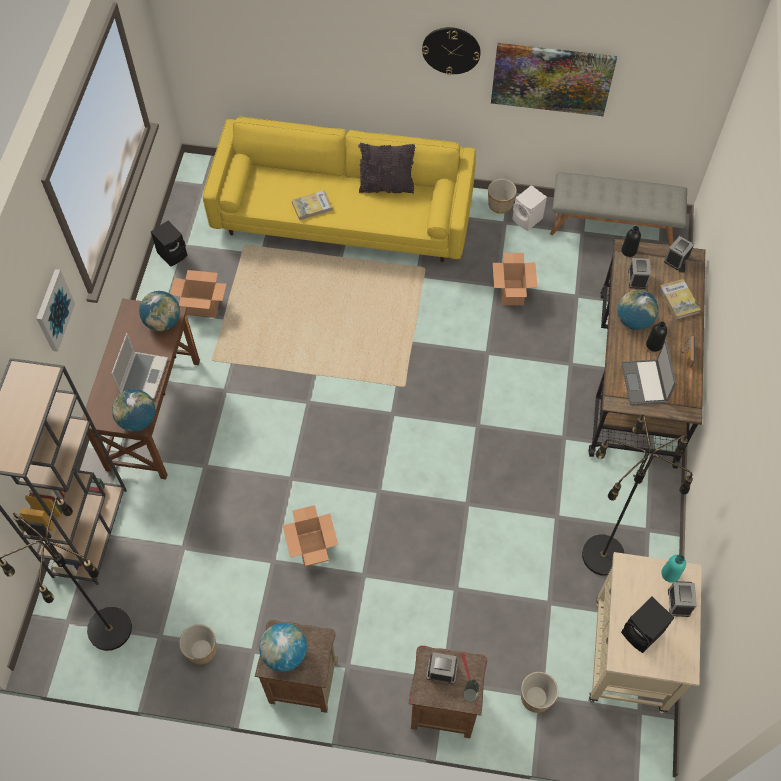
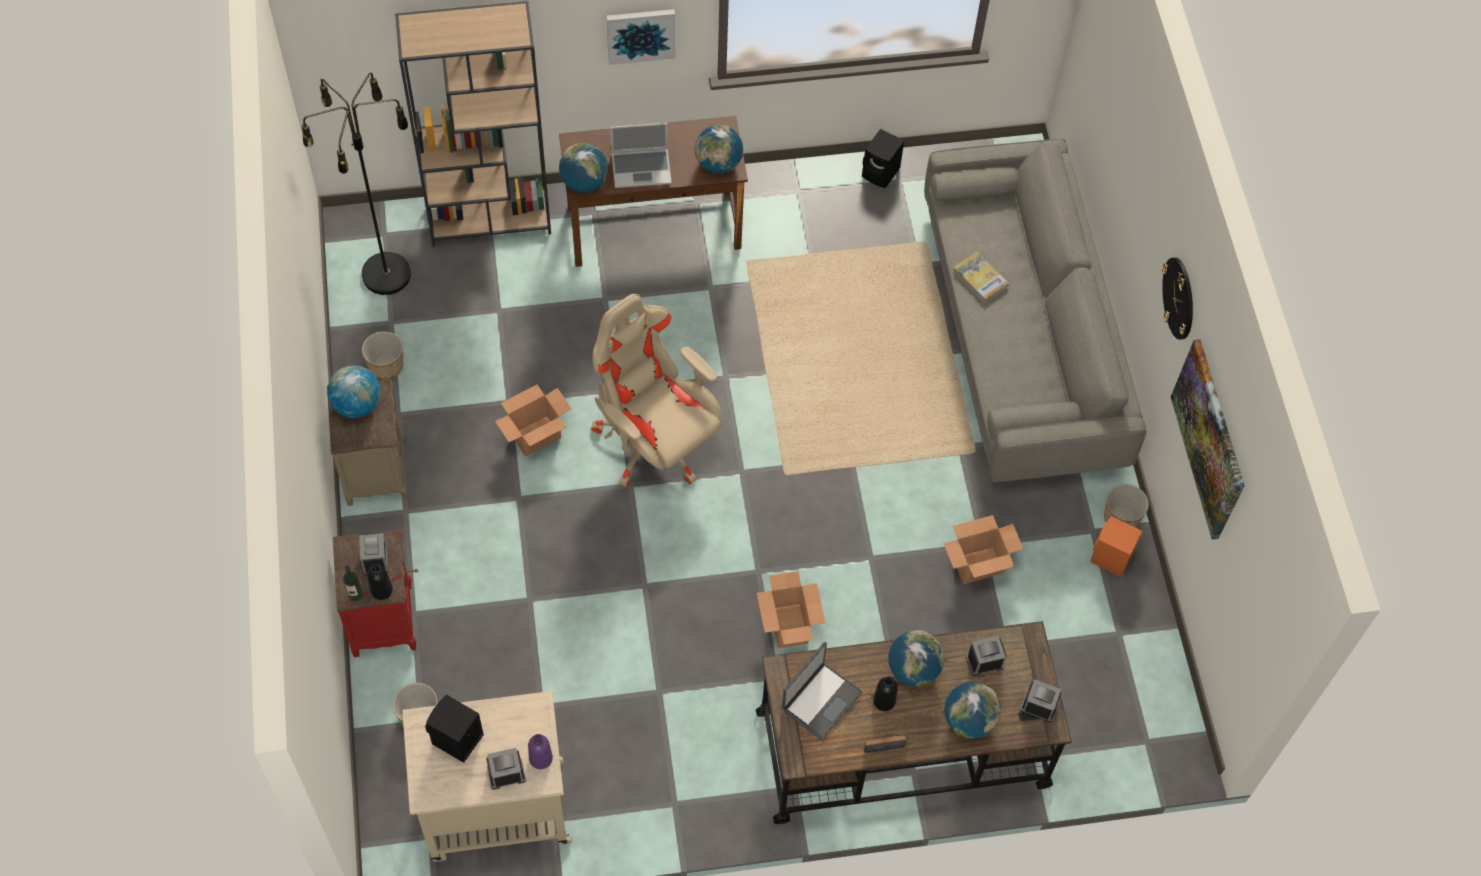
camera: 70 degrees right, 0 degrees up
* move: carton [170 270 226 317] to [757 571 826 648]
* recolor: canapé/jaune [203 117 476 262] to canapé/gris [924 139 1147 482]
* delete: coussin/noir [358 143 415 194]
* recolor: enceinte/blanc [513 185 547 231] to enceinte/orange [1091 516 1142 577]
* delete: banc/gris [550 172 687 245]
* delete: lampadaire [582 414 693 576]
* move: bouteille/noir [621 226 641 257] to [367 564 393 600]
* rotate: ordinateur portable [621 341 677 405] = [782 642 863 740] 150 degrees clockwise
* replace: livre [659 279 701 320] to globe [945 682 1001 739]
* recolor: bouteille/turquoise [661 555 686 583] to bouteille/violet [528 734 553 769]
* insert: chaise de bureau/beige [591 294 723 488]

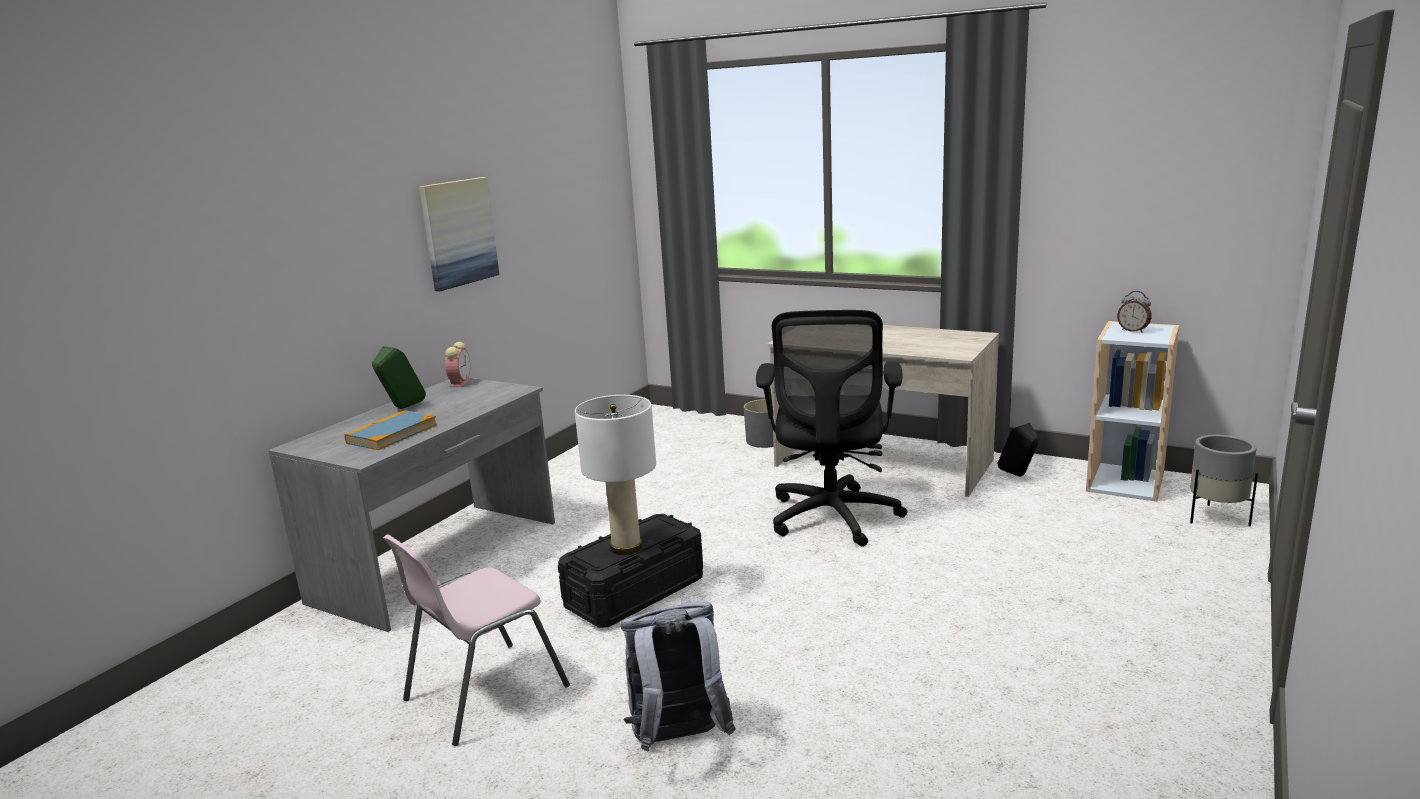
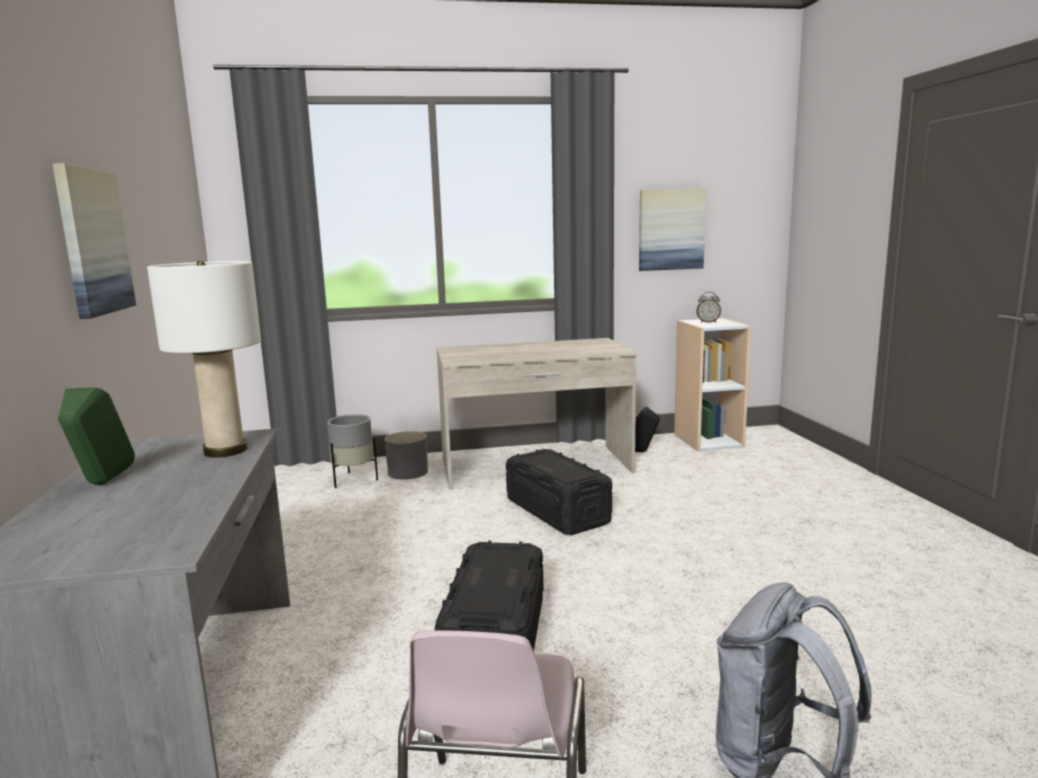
camera: 40 degrees left, 5 degrees down
* delete: livre [344 410 437 450]
* delete: réveil [445 342 471 387]
* move: lampe de table/blanc [575 395 656 555] to [147 261 261 457]
* replace: chaise de bureau/noir [756 310 907 546] to boîte de rangement/noir [506 449 612 535]
* move: cache-pot/gris [1190 434 1258 526] to [327 414 378 488]
* insert: tableau [639 189 706 271]

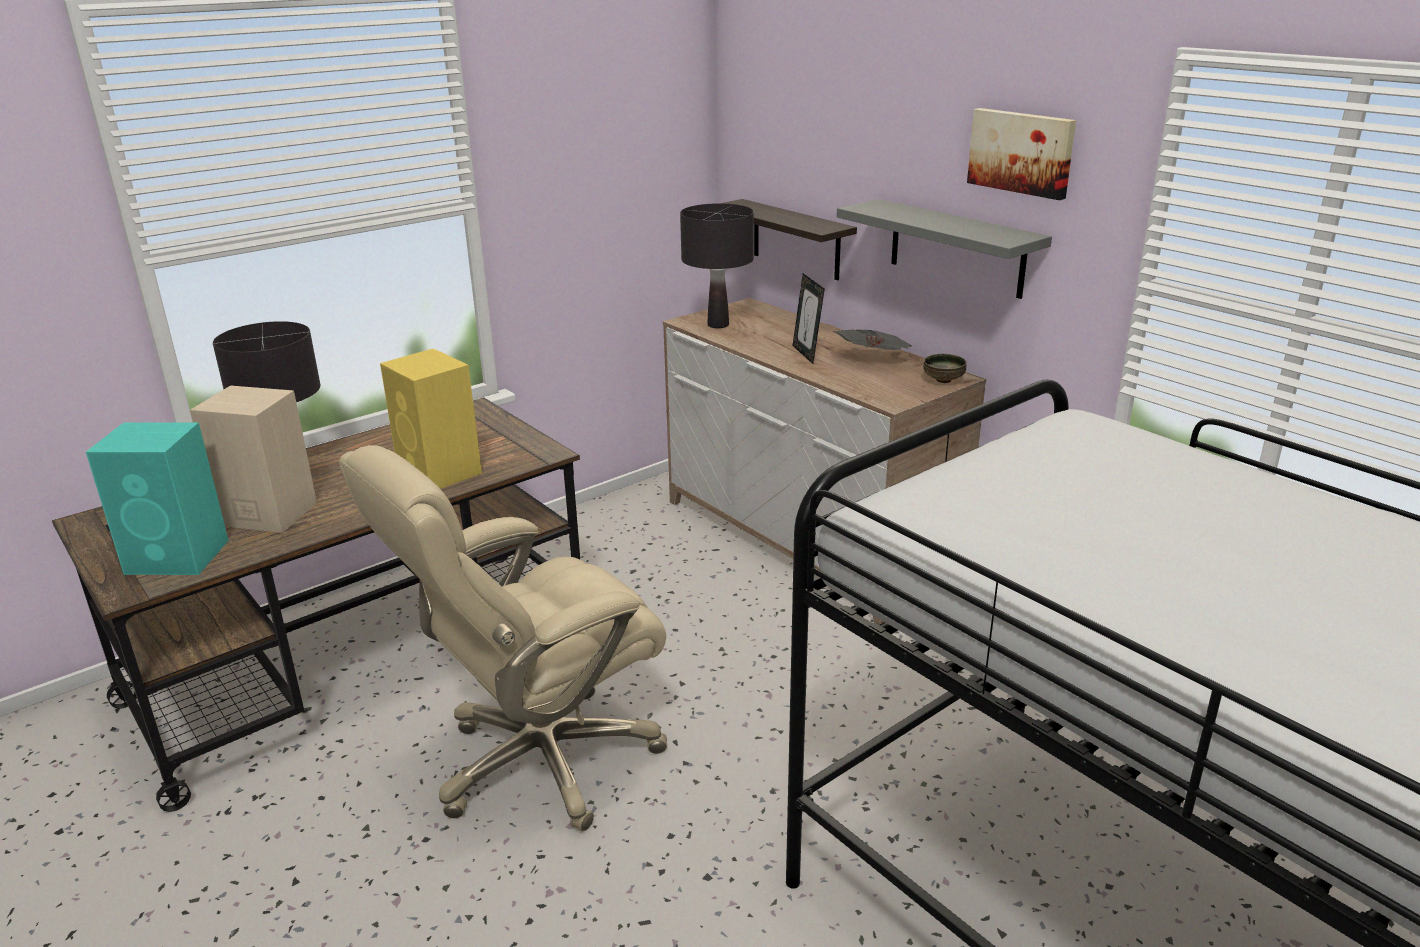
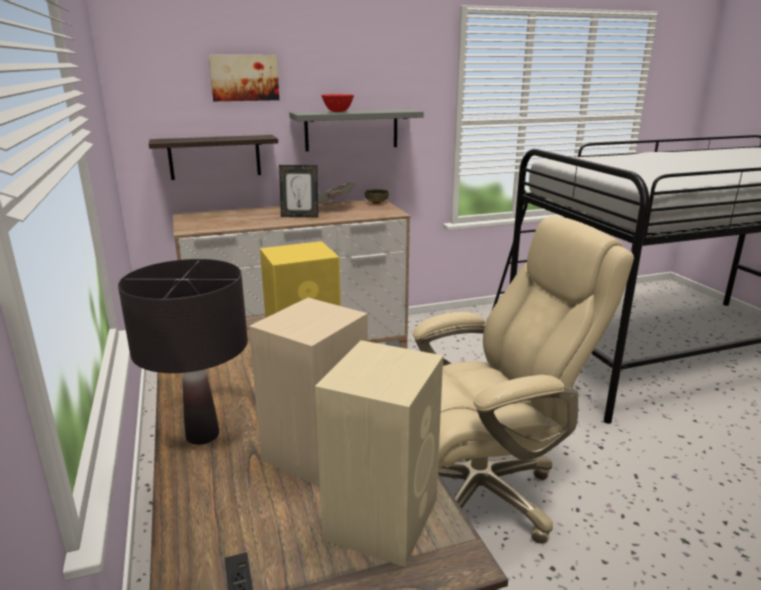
camera: 70 degrees left, 5 degrees down
* recolor: enceinte/turquoise [86 422 229 575] to enceinte/beige [315 340 443 567]
* rotate: chaise de bureau/beige [339 445 667 831] = [413 216 634 544] 90 degrees counterclockwise
* delete: lampe de table/noir [680 203 754 328]
* move: tableau [967 108 1076 200] to [209 55 279 101]
* insert: bol/rouge [321 94 354 112]

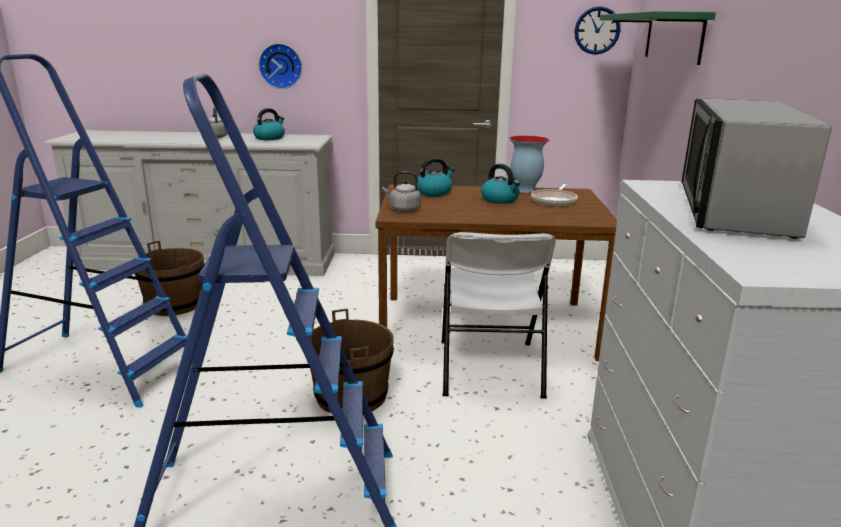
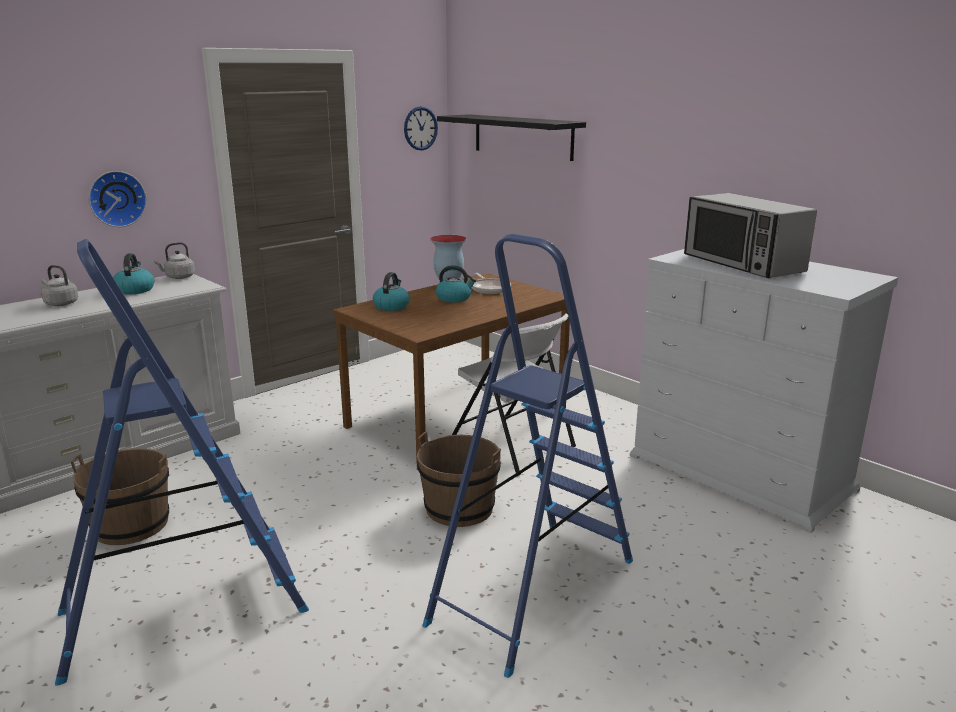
camera: 45 degrees left, 0 degrees up
* move: bouilloire/gris [382 171 421 212] to [154 242 195 279]
* recolor: étagère/vert [600 11 716 65] to étagère/noir [437 114 586 161]

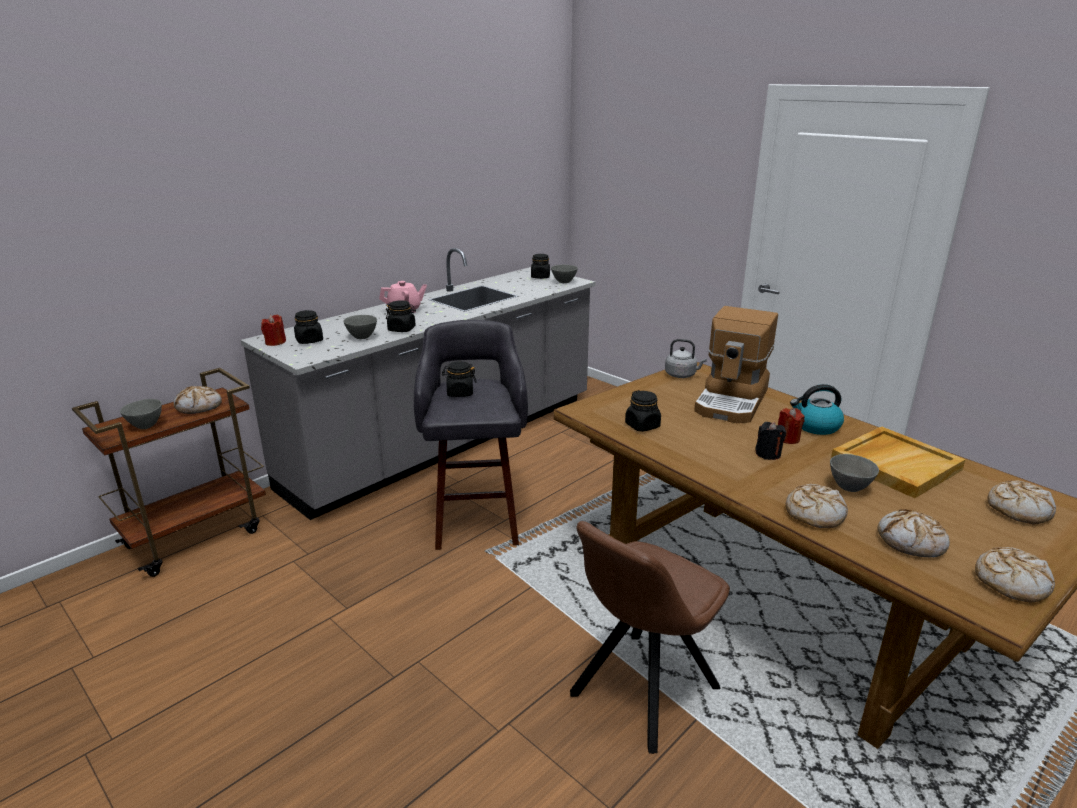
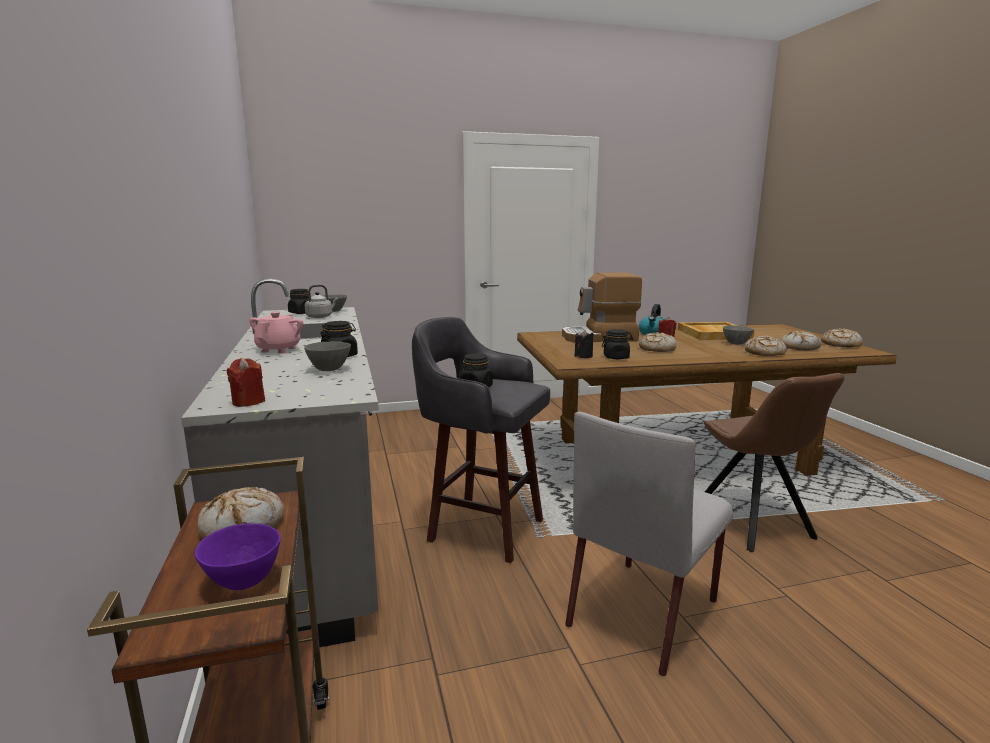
camera: 60 degrees left, 10 degrees down
* recolor: bol/gris [120 399 162 429] to bol/violet [195 523 281 590]
* delete: bocal/noir [294 310 323 344]
* move: bouilloire/gris [665 339 707 378] to [305 285 338 318]
* rotate: machine à café [694 306 778 423] = [562 273 642 342] 120 degrees clockwise
* move: bougie/noir [755 422 786 460] to [575 330 594 358]
* move: pain [987 480 1056 524] to [639 332 676 352]
* insert: chaise/gris [565 412 733 676]

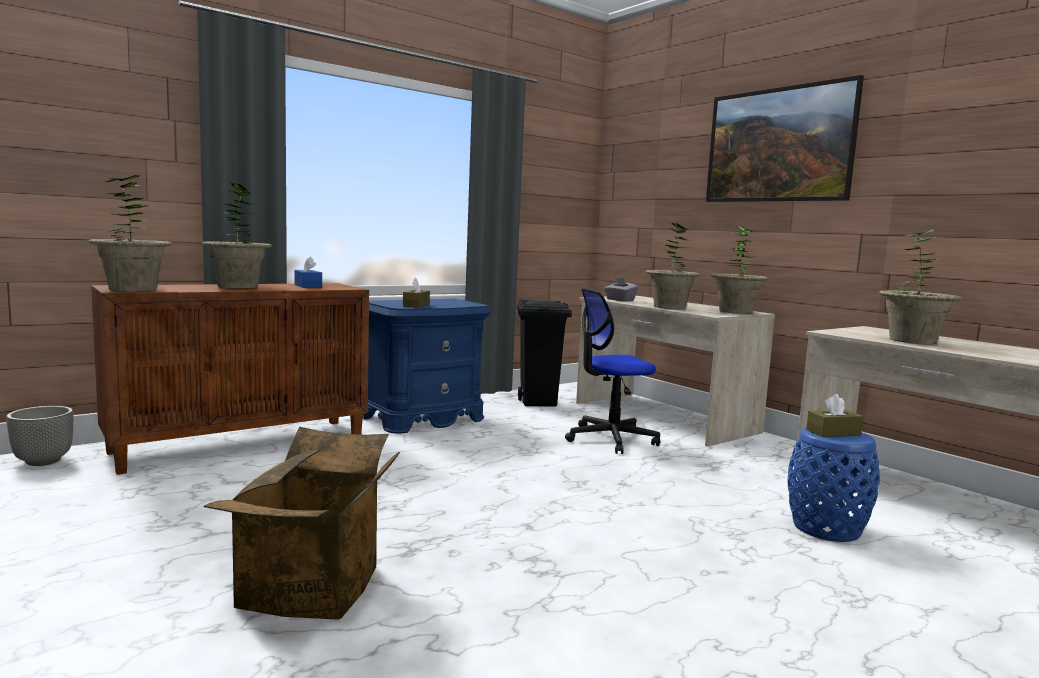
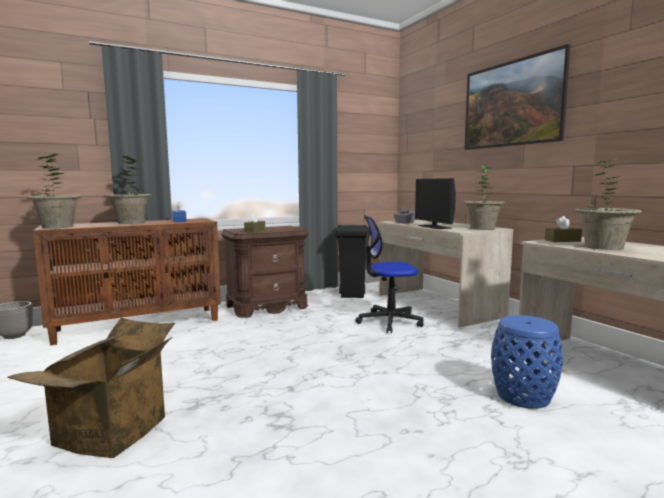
camera: 10 degrees right, 0 degrees up
* recolor: table de chevet/bleu [363 299 491 434] to table de chevet/marron [221 226 309 318]
* replace: plante en pot [645 223 700 310] to écran d'ordinateur [415 178 456 229]
* move: boîte à mouchoirs/marron [806 394 864 437] to [545 216 582 242]

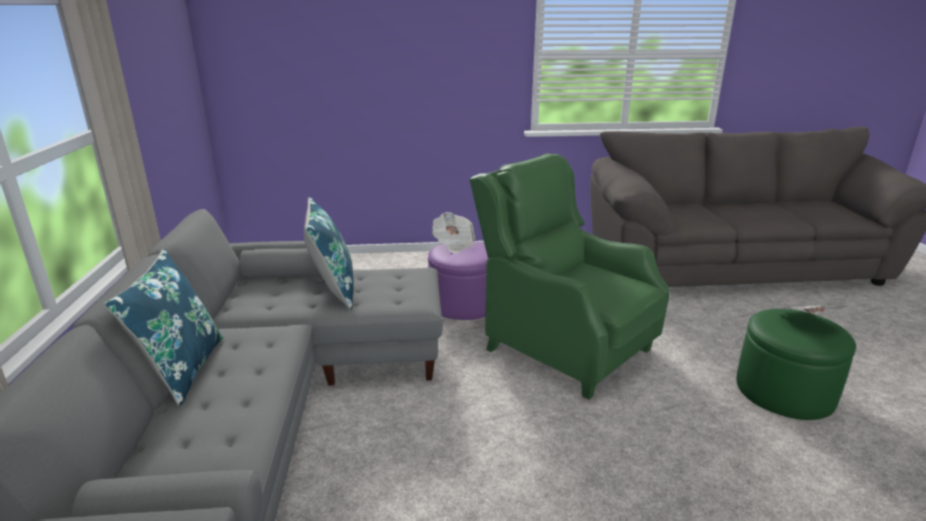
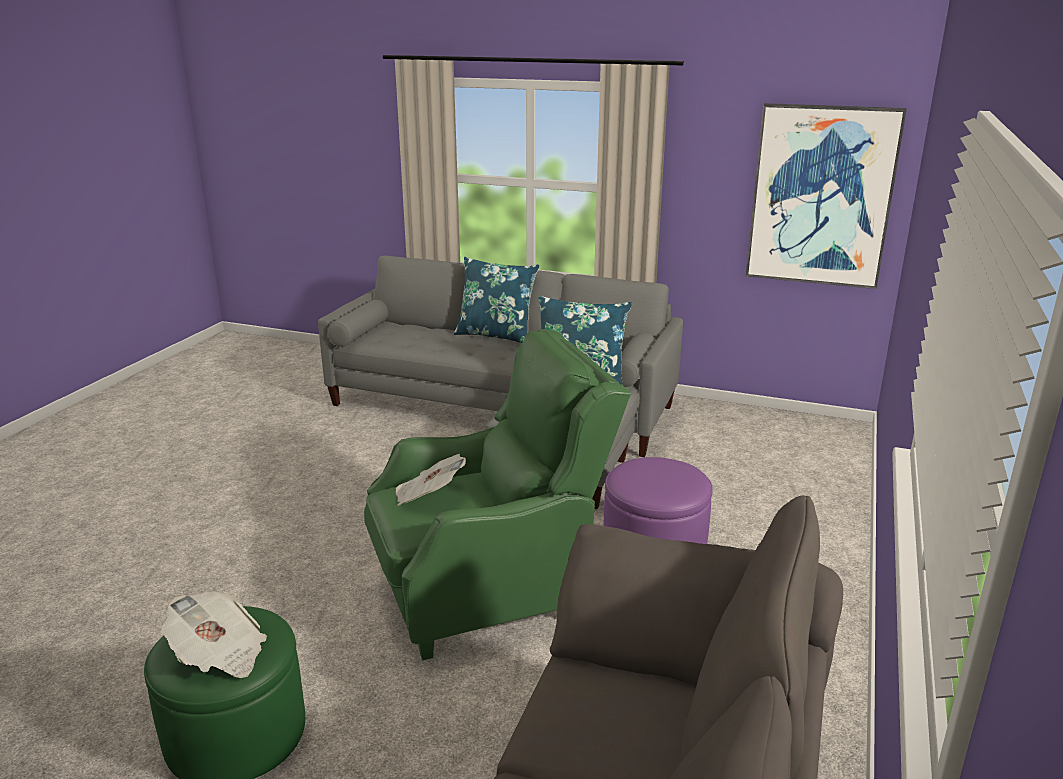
camera: 115 degrees right, 0 degrees up
* move: journal [432 212 475 253] to [396 454 466 506]
* insert: tableau [746 103 907 289]

